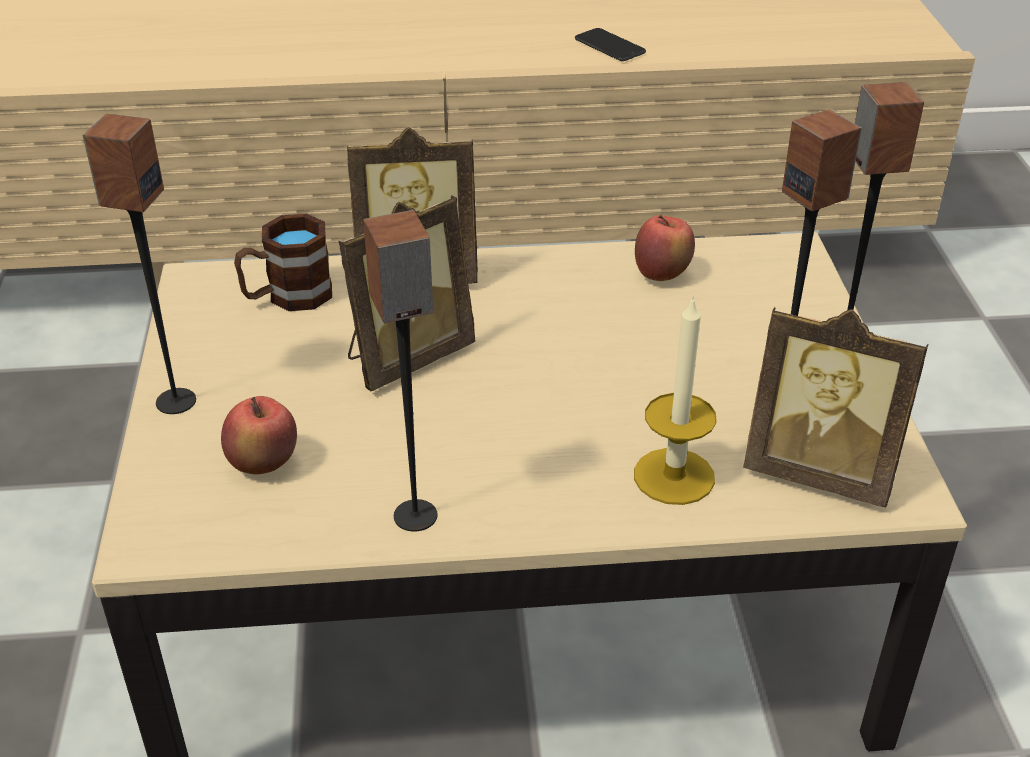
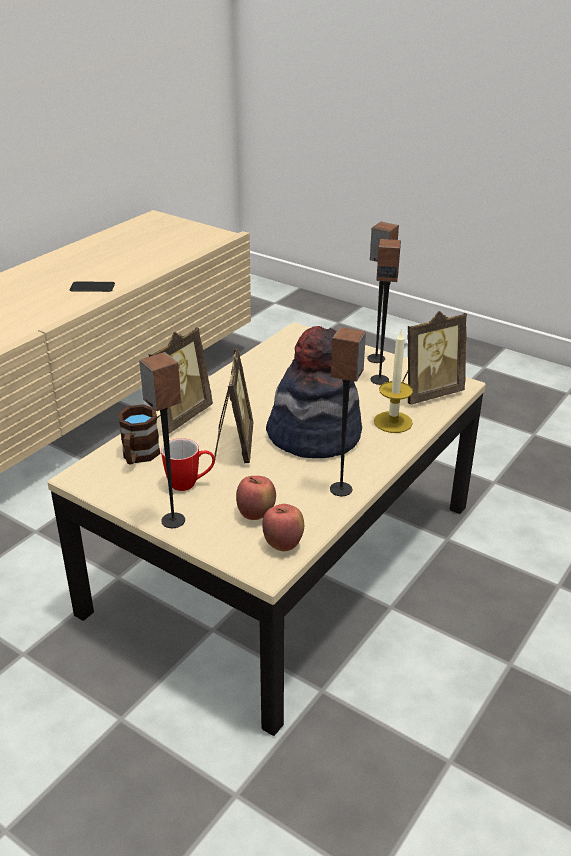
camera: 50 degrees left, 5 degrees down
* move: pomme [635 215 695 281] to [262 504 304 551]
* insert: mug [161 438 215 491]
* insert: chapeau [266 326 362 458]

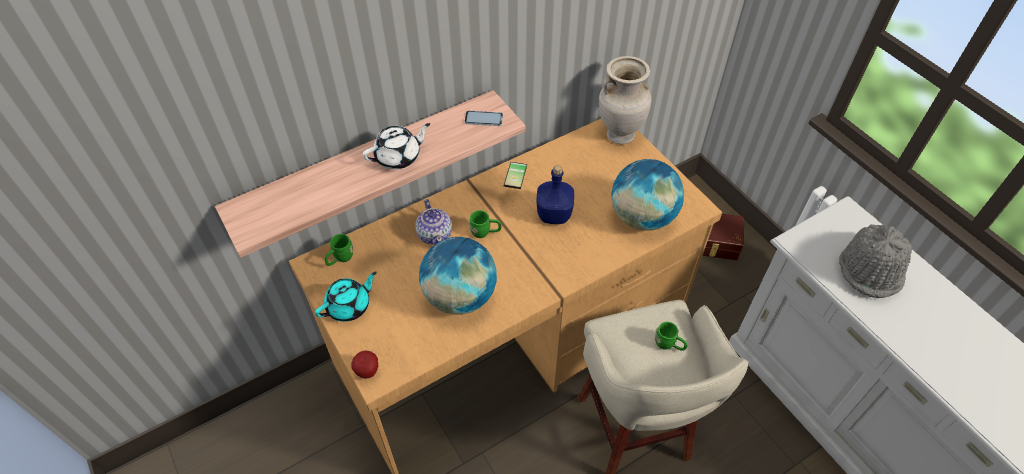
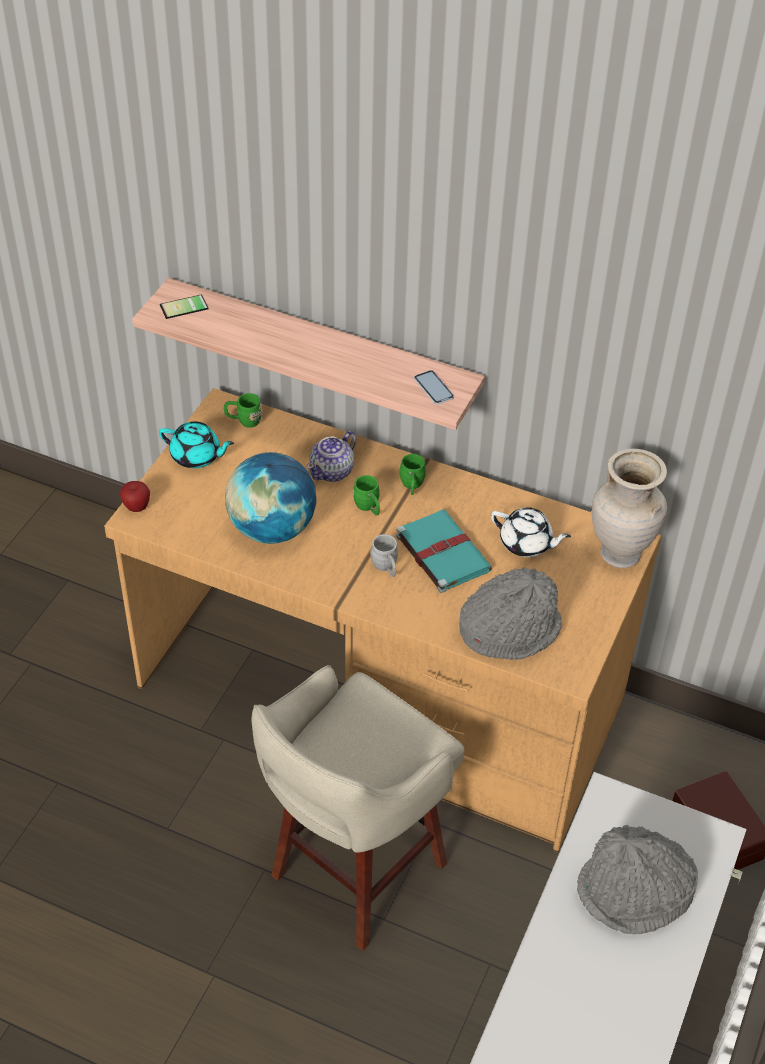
camera: 55 degrees right, 5 degrees down
* move: théière/blanc [363 123 430 169] to [491 507 571 557]
* move: téléphone [504 162 527 189] to [160 294 208 319]
* replace: bouteille/bleu [536 165 574 224] to livre/turquoise [396 509 492 593]
* replace: globe [612 159 684 231] to chapeau/gris [459 567 562 660]
* move: mug/vert [655 322 688 351] to [399 454 426 495]
* insert: mug/gris [370 534 398 577]

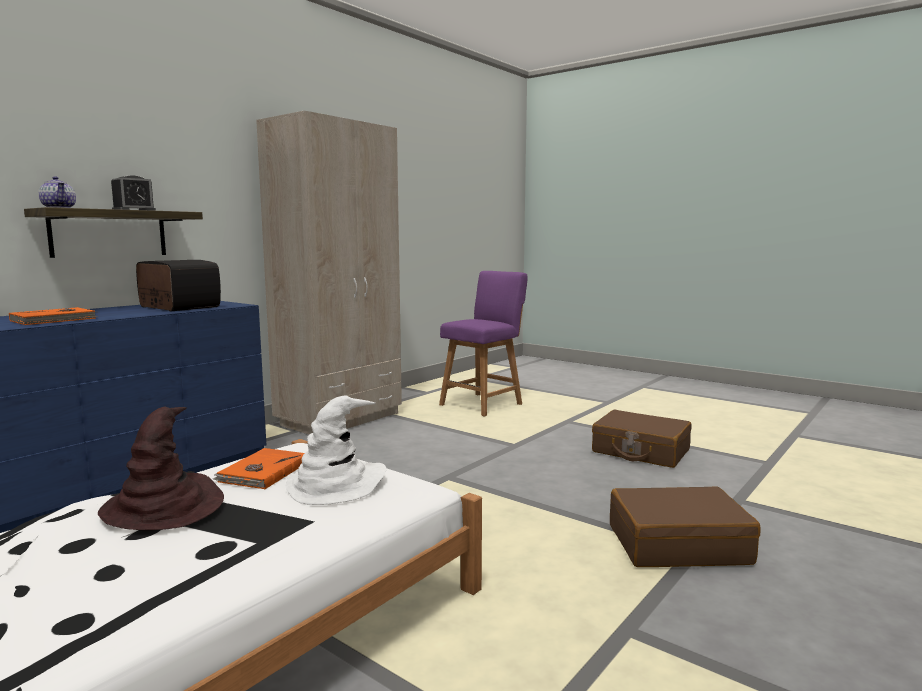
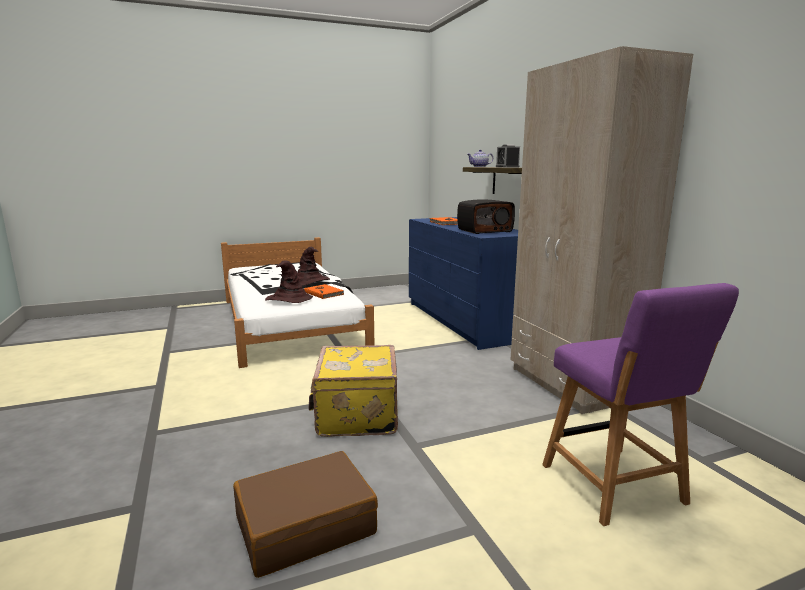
camera: 120 degrees right, 5 degrees up
* recolor: chapeau/blanc [286 396 386 505] to chapeau/marron [265 261 313 303]
* delete: valise/marron [610 486 760 567]
* insert: valise/jaune [309 345 398 437]

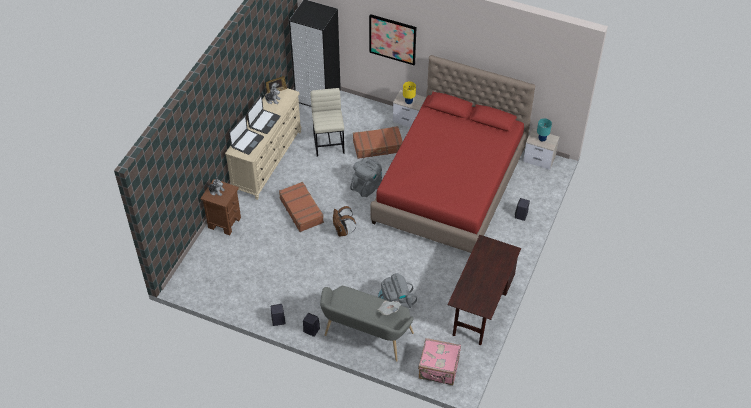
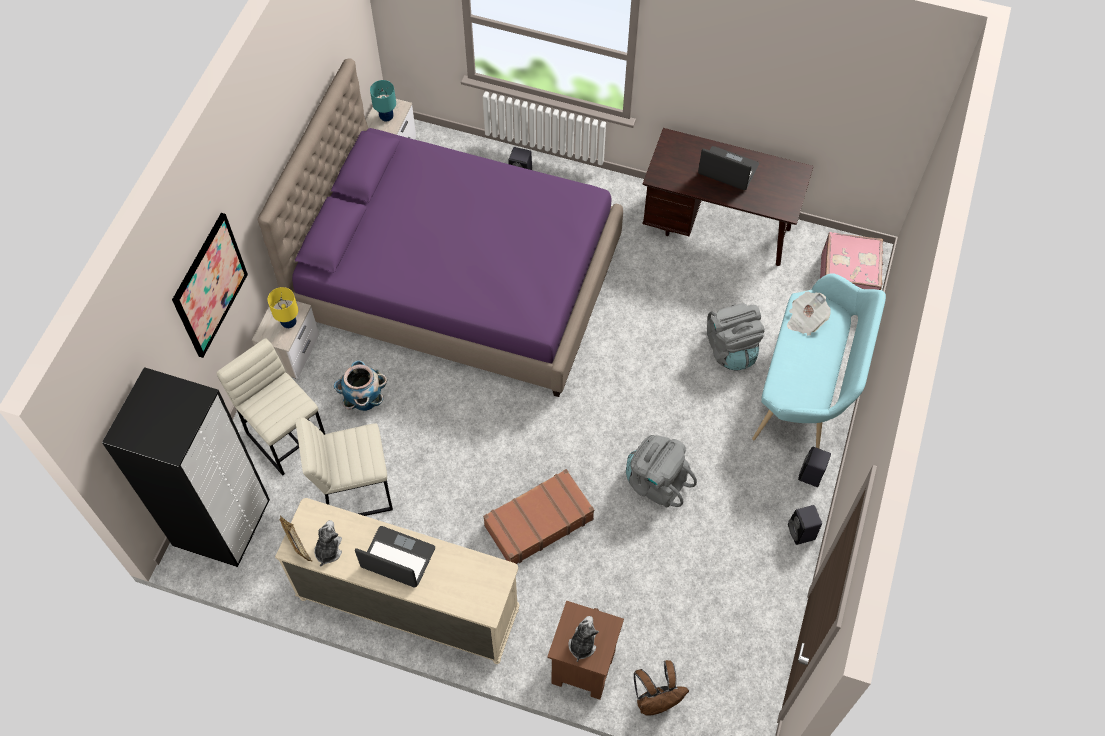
camera: 95 degrees left, 10 degrees up
* move: ordinateur portable [229 115 264 155] to [698 146 759 190]
* recolor: banc/gris [320 286 414 362] to banc/turquoise [752 273 886 448]
* move: sac à dos/marron [333 206 356 236] to [634 660 689 715]
* move: sac à dos/gris [350 158 382 197] to [626 435 697 508]
* replace: valise/marron [353 126 403 159] to cache-pot [334 360 387 411]
* recolor: lit/rouge [371 55 535 253] to lit/violet [258 58 623 397]
* insert: chaise/beige [217 338 325 476]

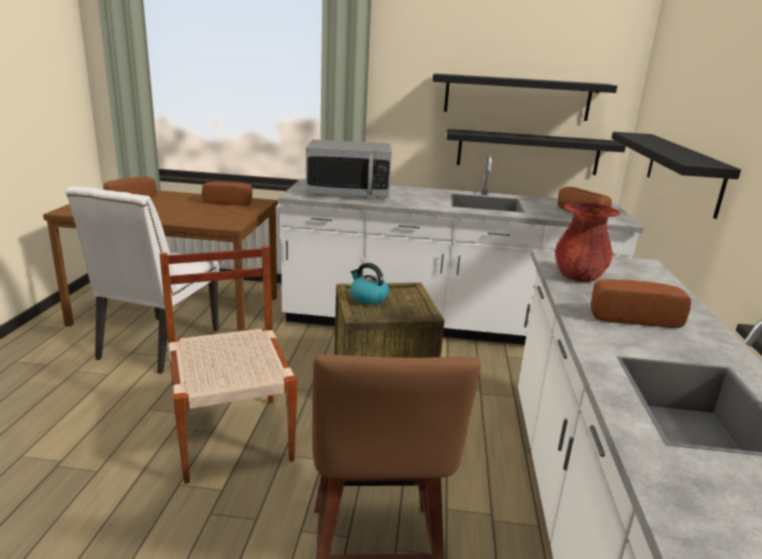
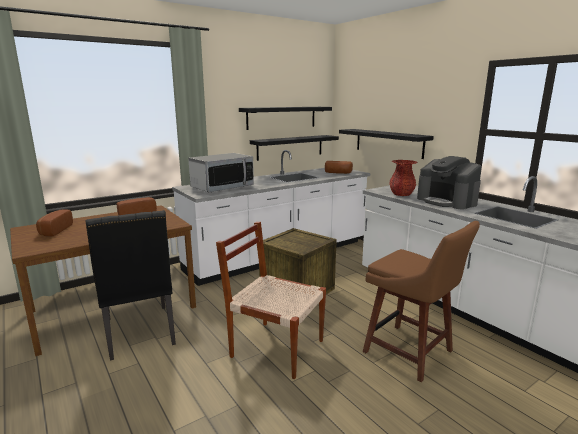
camera: 40 degrees left, 5 degrees down
* recolor: chaise/blanc [65 186 220 374] to chaise/noir [85 210 176 361]
* delete: bouilloire [350 263 389 305]
* replace: pain [591 279 691 328] to machine à café [417 156 482 209]

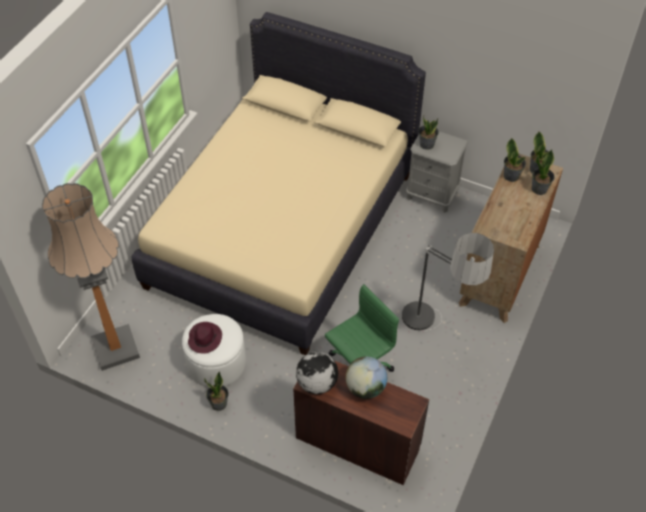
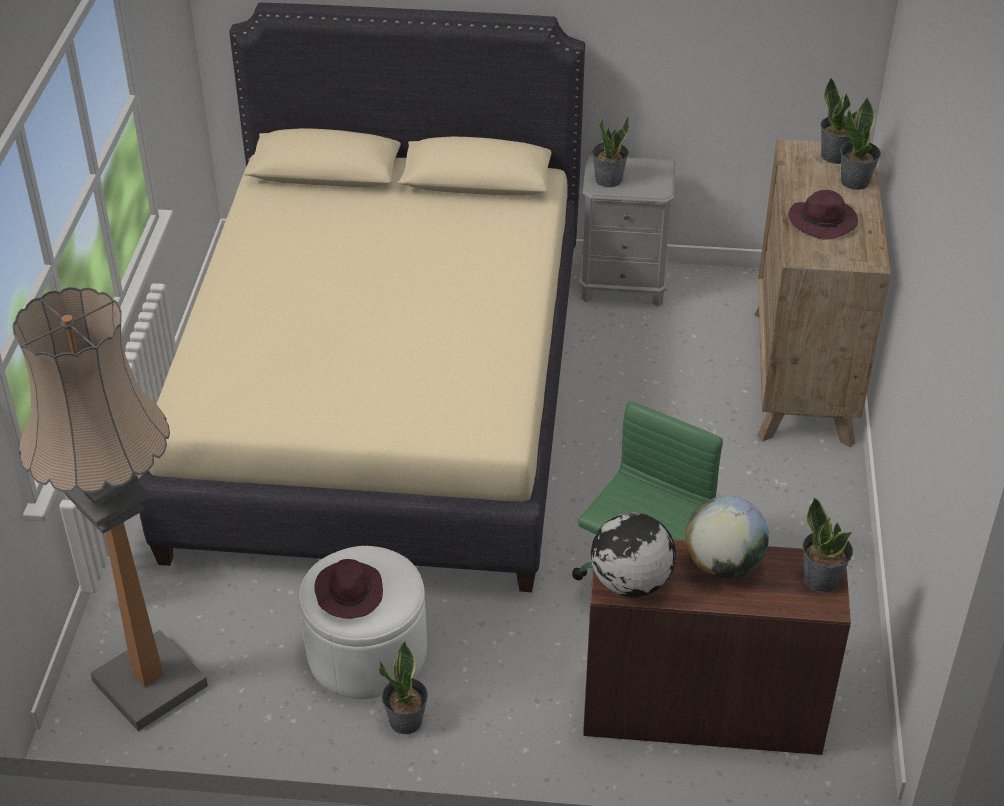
camera: 20 degrees left, 10 degrees down
* delete: lampadaire [402 233 494 331]
* move: plante en pot [504 138 526 182] to [802 497 853 593]
* insert: chapeau/violet [788 190 858 240]

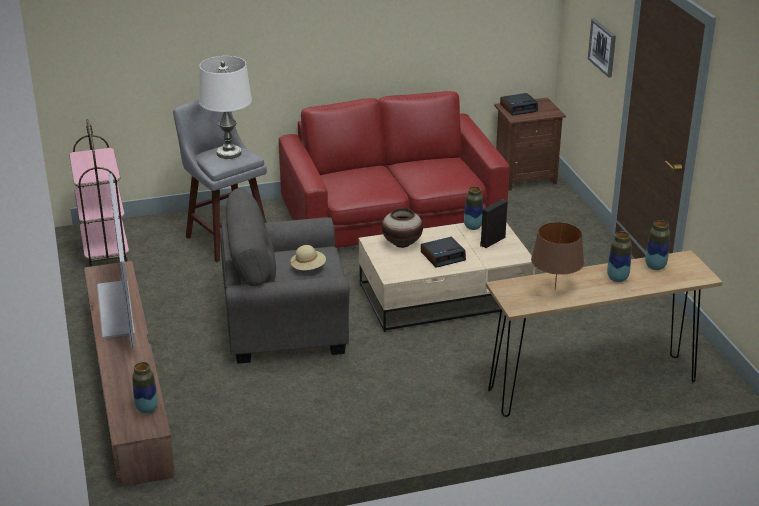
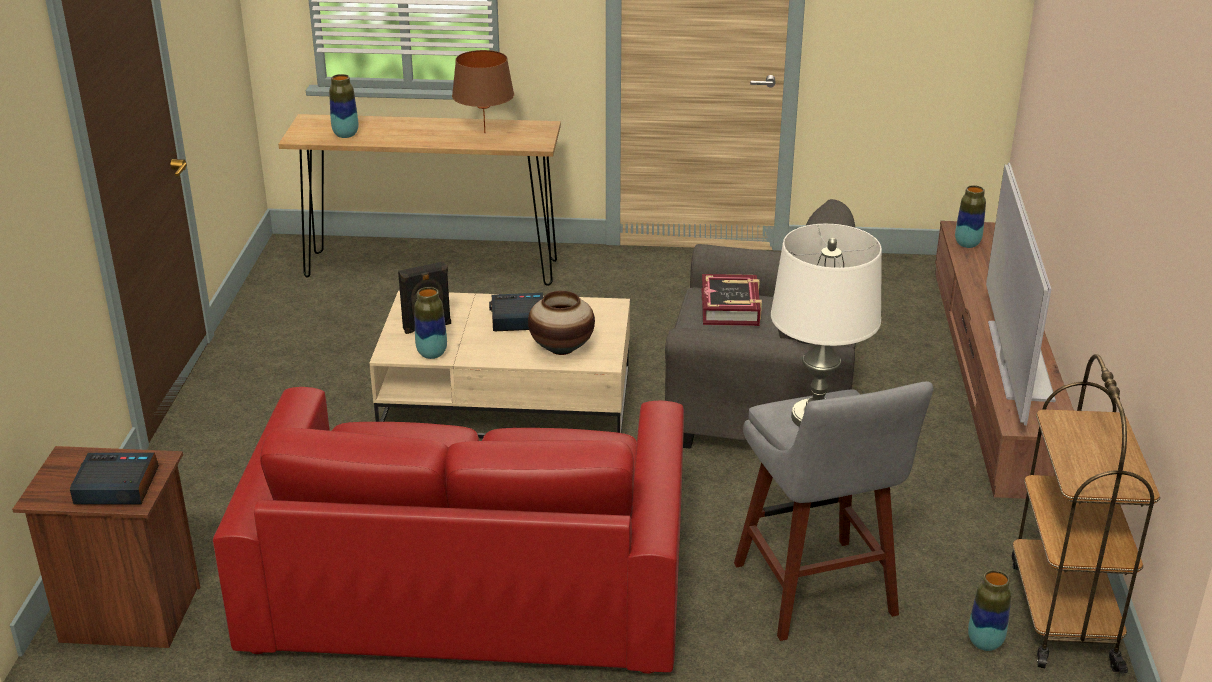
camera: 160 degrees left, 0 degrees up
* recolor: chariot/rose [69 119 129 267] to chariot/marron [1012 354 1160 674]
* replace: chapeau/beige [290 245 326 270] to livre [701 274 762 326]
* delete: tableau [588 18 616 78]
* move: vase [607 231 632 282] to [968 570 1012 651]

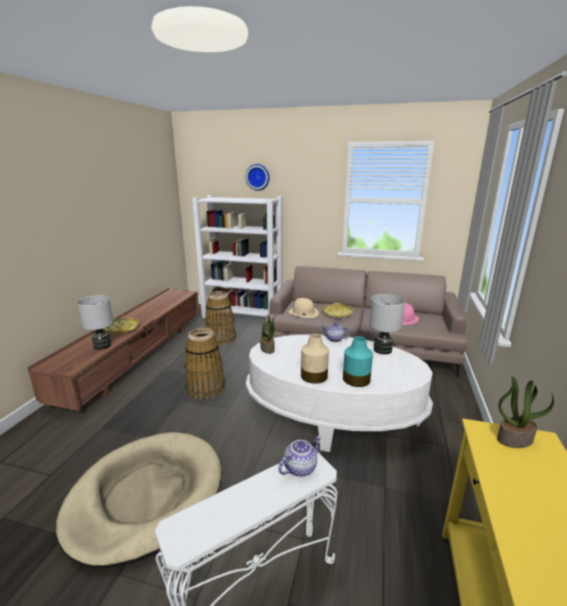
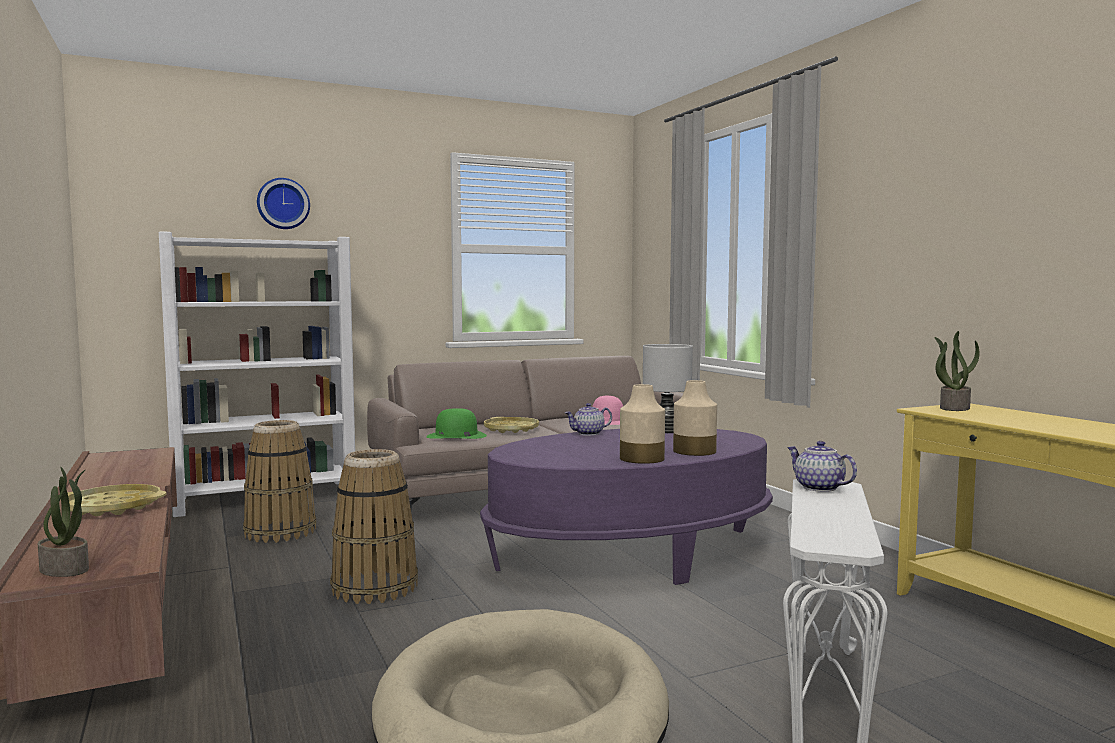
camera: 40 degrees left, 15 degrees down
* delete: lampe de table/gris [77 295 114 350]
* recolor: table basse/blanc [246 334 433 452] to table basse/violet [480 429 773 585]
* move: plante en pot [260 315 275 354] to [38 467 89 577]
* rotate: théière [278 436 321 477] = [787 441 857 492] 45 degrees counterclockwise
* recolor: chapeau/beige [288 298 319 318] to chapeau/vert [426 408 487 439]
* recolor: vase/turquoise [343 336 373 387] to vase/beige [673 380 717 456]

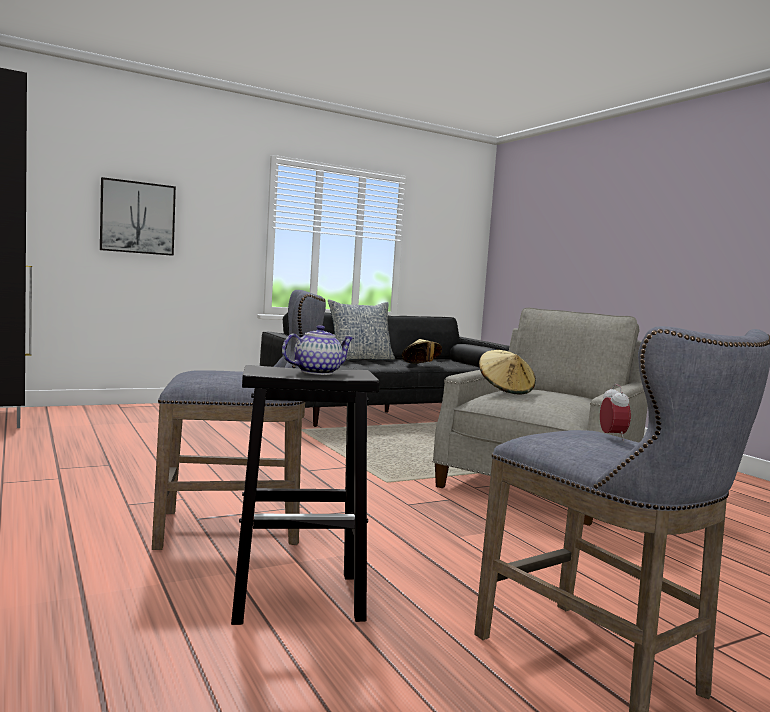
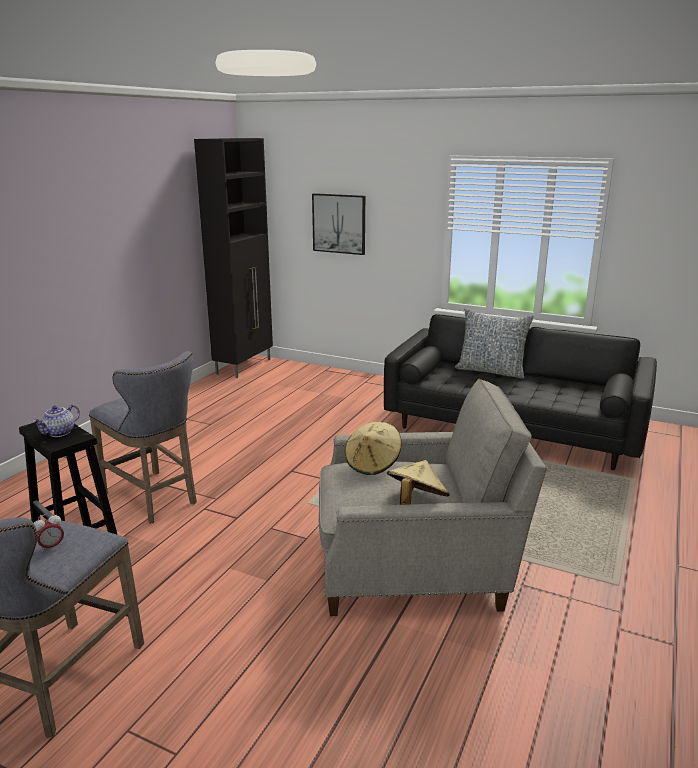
camera: 55 degrees right, 15 degrees up
* rotate: théière [282 325 354 375] = [32 405 80 437] 105 degrees clockwise
* move: chapeau/beige [402 339 442 364] to [387 460 450 505]

